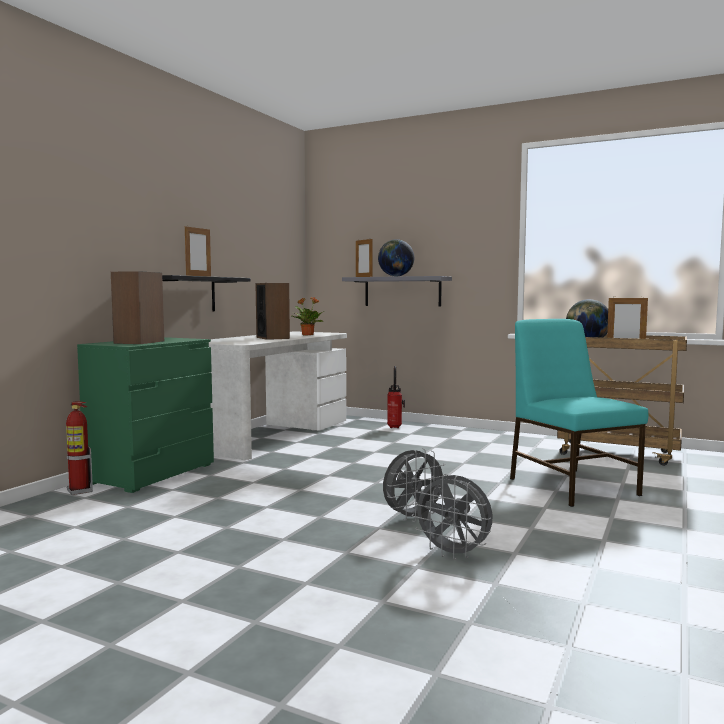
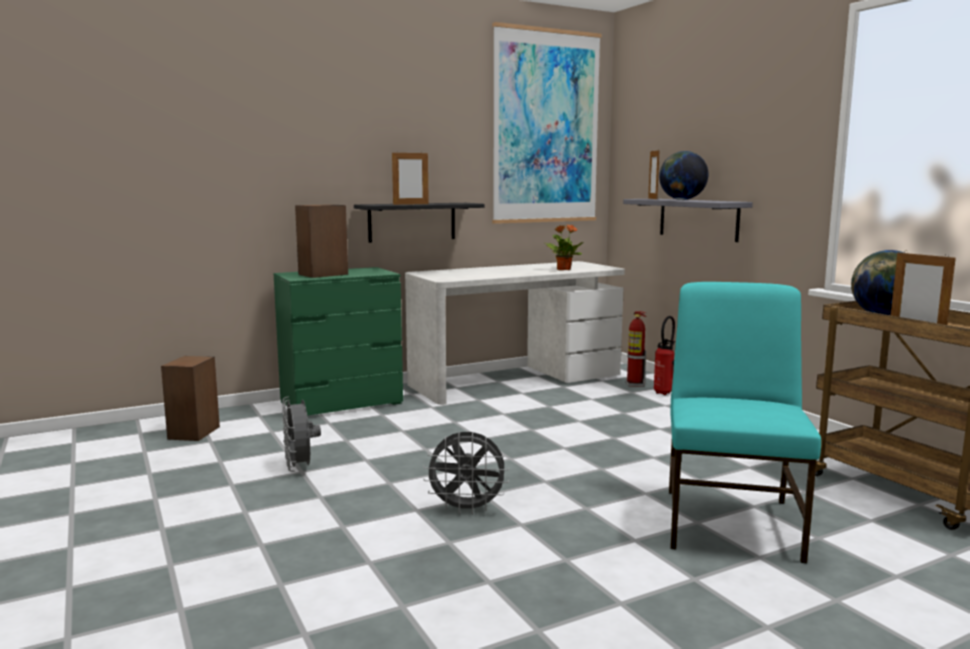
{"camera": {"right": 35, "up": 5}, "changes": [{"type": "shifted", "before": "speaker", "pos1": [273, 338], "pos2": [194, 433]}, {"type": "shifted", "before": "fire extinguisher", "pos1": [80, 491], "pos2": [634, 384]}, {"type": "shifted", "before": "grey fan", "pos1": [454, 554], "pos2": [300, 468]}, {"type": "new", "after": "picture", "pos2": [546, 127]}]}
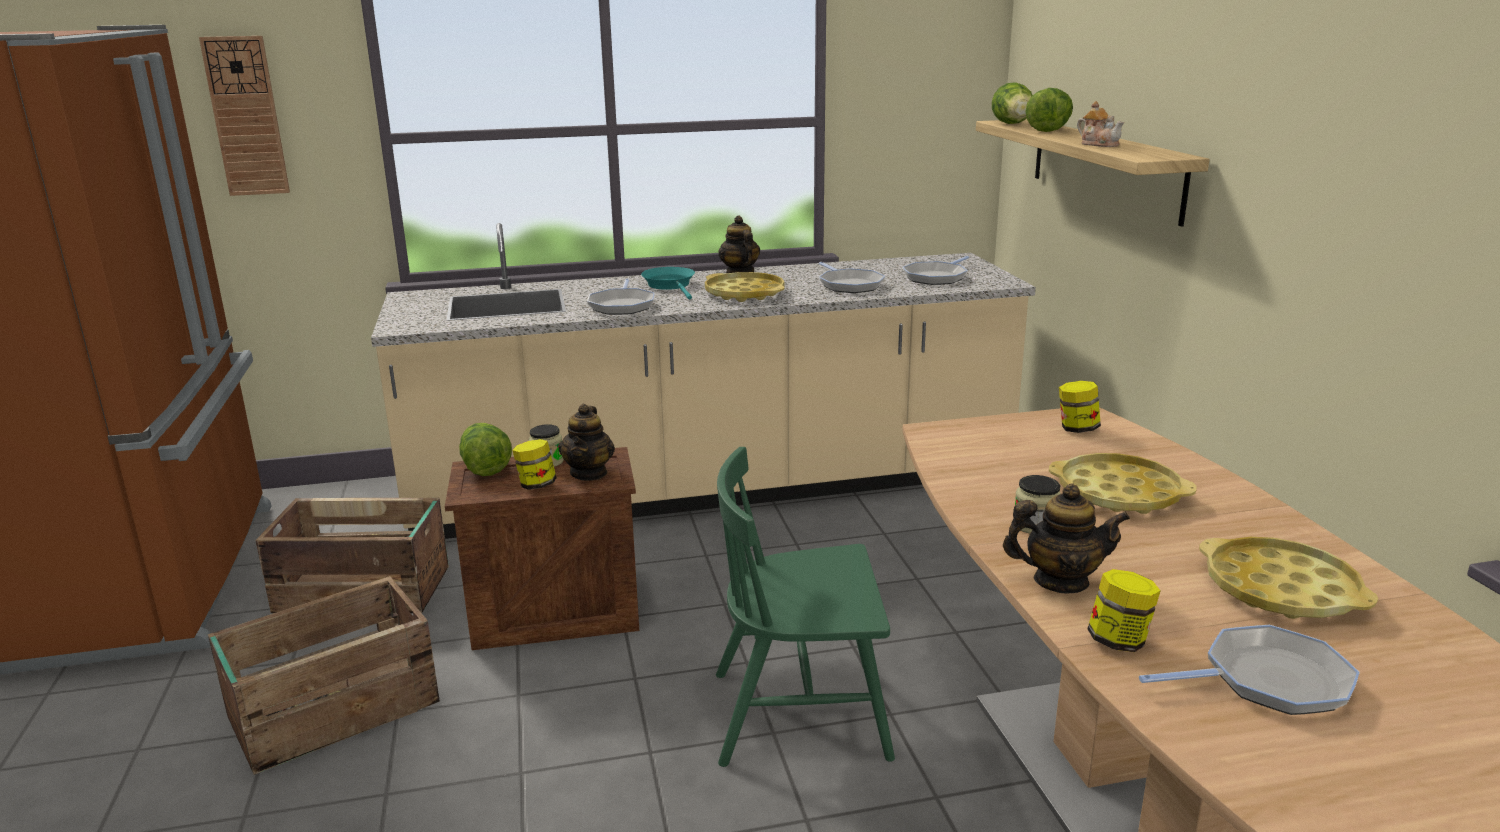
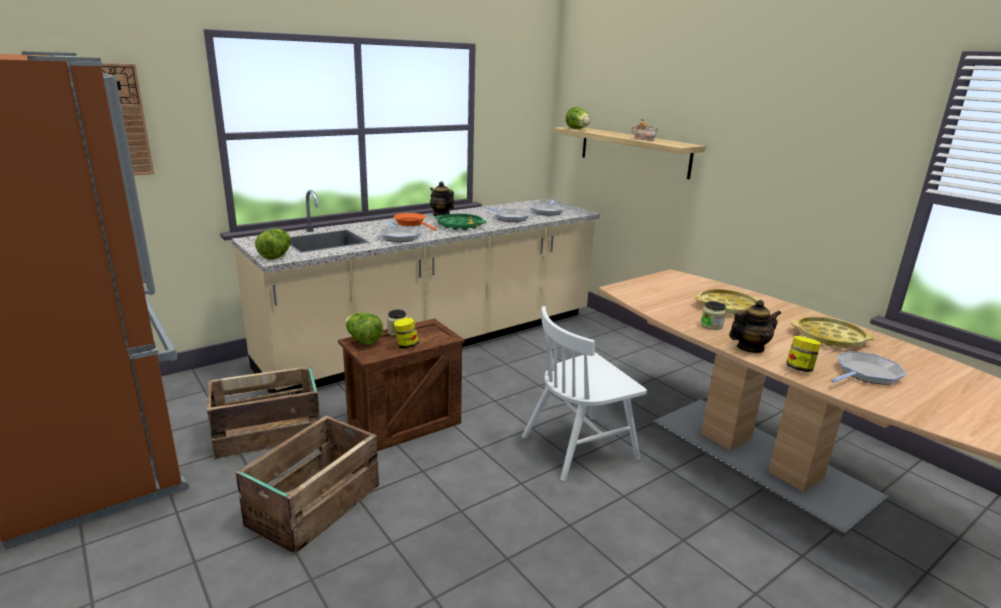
{"camera": {"right": -25, "up": 0}, "changes": [{"type": "shifted", "before": "lettuce", "pos1": [1049, 130], "pos2": [276, 256]}, {"type": "repainted", "before": "turquoise frying pan", "after": "orange frying pan", "pos1": [670, 285], "pos2": [412, 224]}, {"type": "repainted", "before": "yellow tray", "after": "green tray", "pos1": [744, 293], "pos2": [460, 225]}, {"type": "gone", "before": "jar", "pos1": [1077, 429]}, {"type": "gone", "before": "teapot", "pos1": [589, 473]}, {"type": "repainted", "before": "green chair", "after": "white chair", "pos1": [801, 714], "pos2": [579, 447]}]}
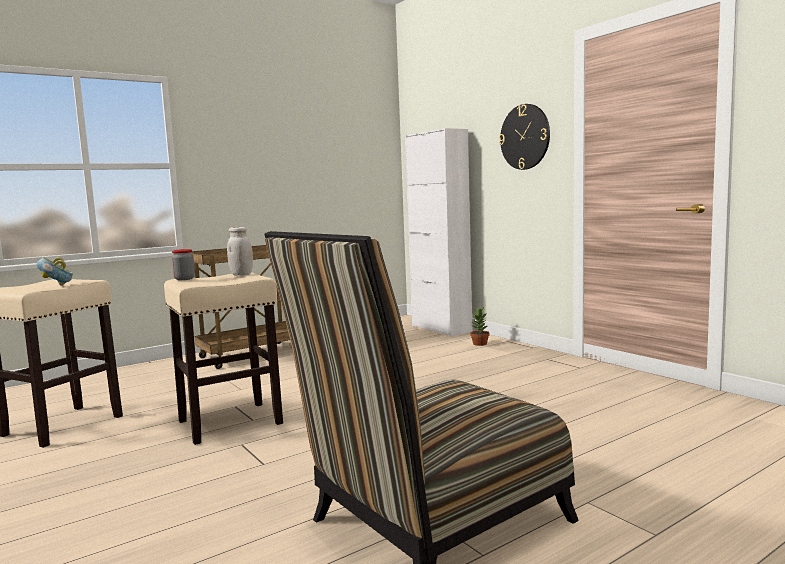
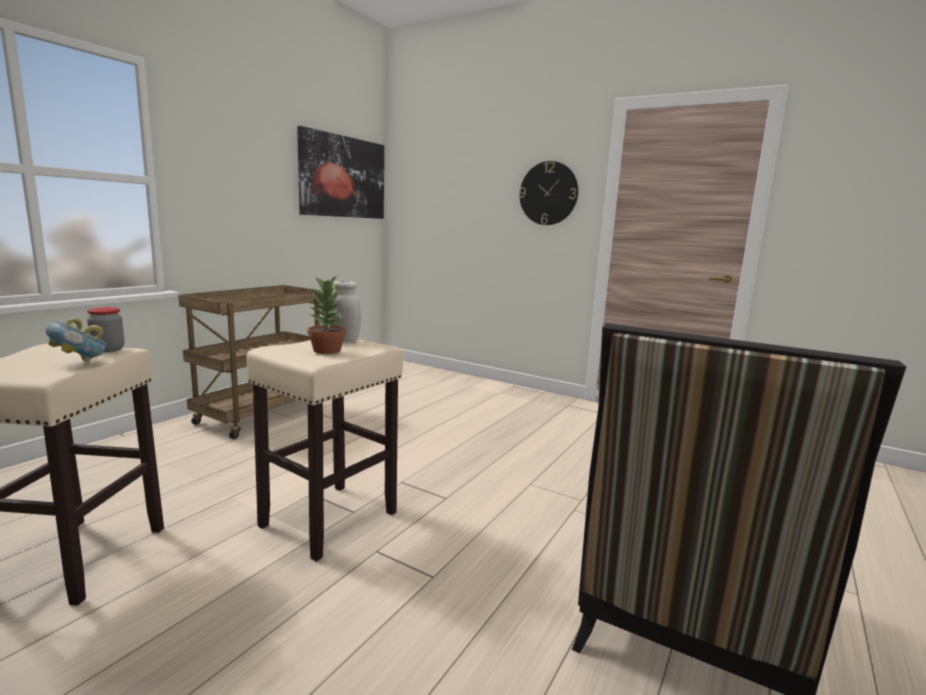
{"camera": {"right": -25, "up": 5}, "changes": [{"type": "gone", "before": "white cabinet", "pos1": [441, 329]}, {"type": "shifted", "before": "jar", "pos1": [184, 279], "pos2": [108, 349]}, {"type": "shifted", "before": "potted plant", "pos1": [480, 344], "pos2": [327, 351]}, {"type": "new", "after": "picture", "pos2": [343, 177]}]}
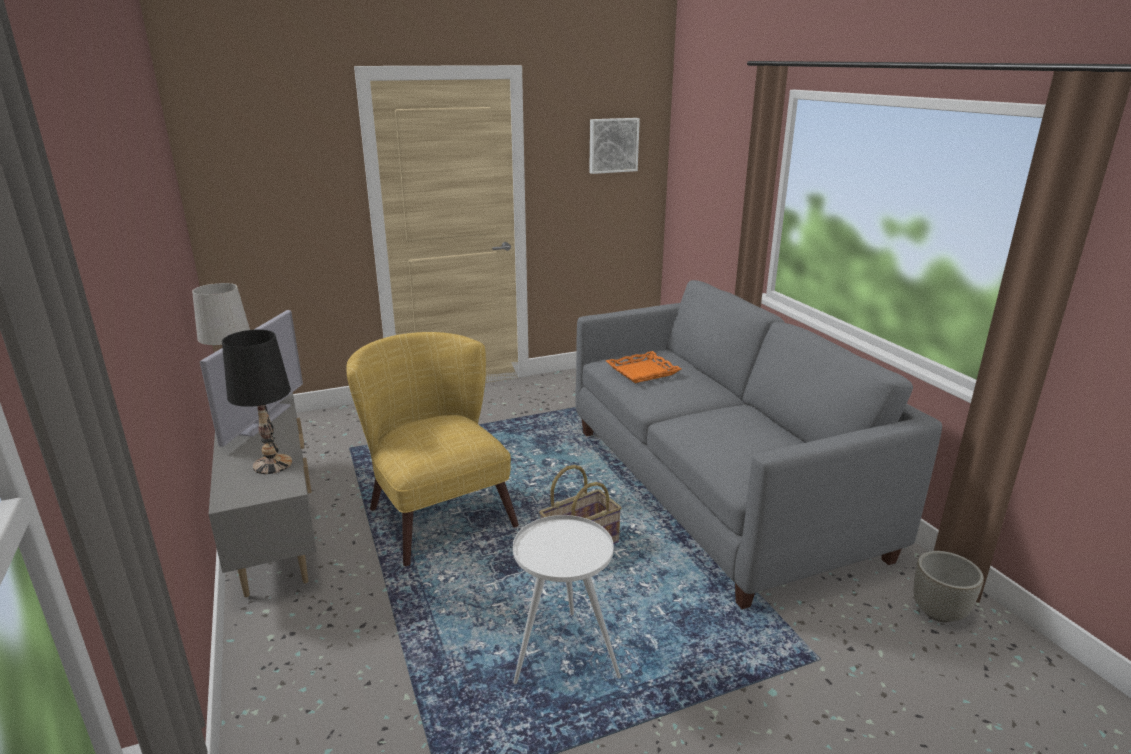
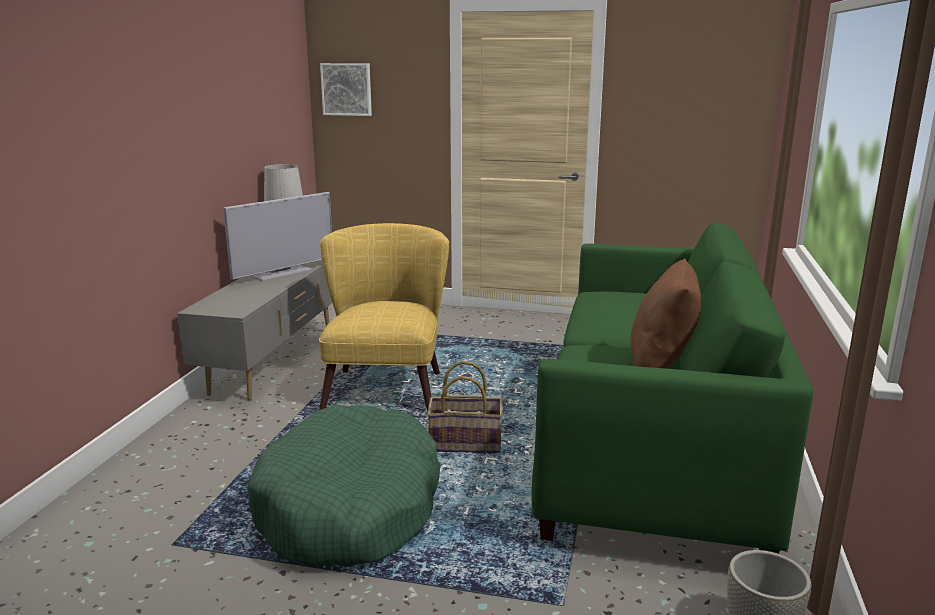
{"camera": {"right": 35, "up": -5}, "changes": [{"type": "shifted", "before": "picture", "pos1": [613, 145], "pos2": [347, 89]}, {"type": "repainted", "before": "grey sofa", "after": "green sofa", "pos1": [716, 489], "pos2": [653, 446]}, {"type": "gone", "before": "black table lamp", "pos1": [272, 464]}, {"type": "gone", "before": "orange tray", "pos1": [643, 372]}, {"type": "swapped", "before": "white side table", "after": "green dog bed", "pos1": [563, 657], "pos2": [349, 508]}, {"type": "new", "after": "brown pillow", "pos2": [661, 366]}]}
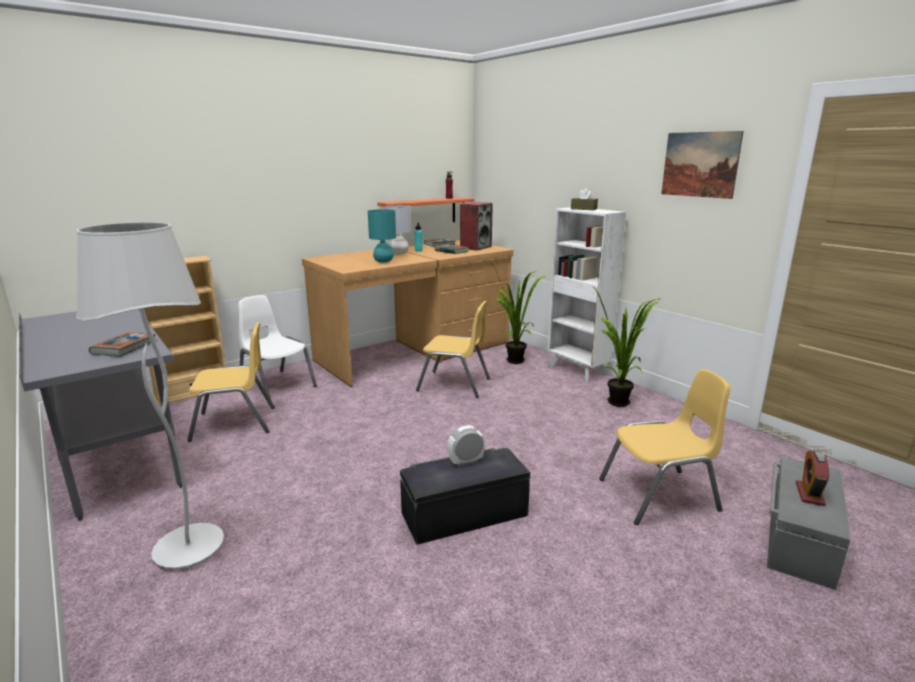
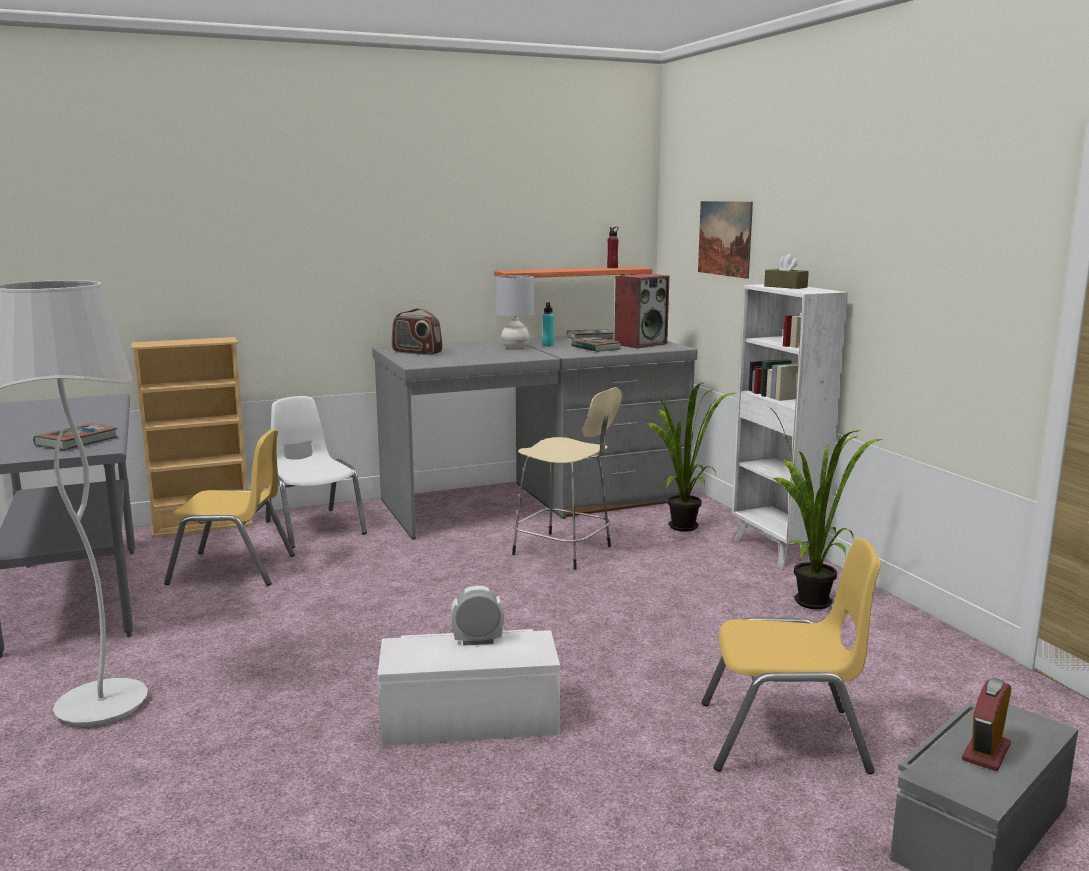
{"camera": {"right": 15, "up": -5}, "changes": [{"type": "shifted", "before": "picture", "pos1": [700, 164], "pos2": [724, 238]}, {"type": "gone", "before": "turquoise table lamp", "pos1": [383, 261]}, {"type": "repainted", "before": "brown desk", "after": "grey desk", "pos1": [415, 352], "pos2": [535, 501]}, {"type": "swapped", "before": "yellow chair", "after": "beige stool", "pos1": [454, 385], "pos2": [565, 551]}, {"type": "repainted", "before": "black storage box", "after": "white storage box", "pos1": [463, 513], "pos2": [469, 718]}, {"type": "new", "after": "radio", "pos2": [416, 352]}]}
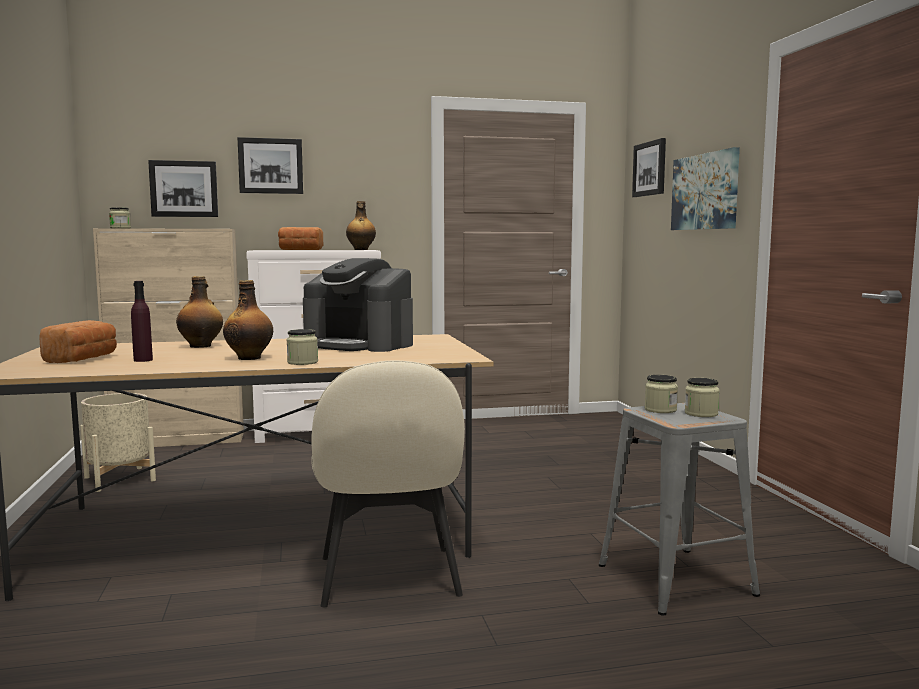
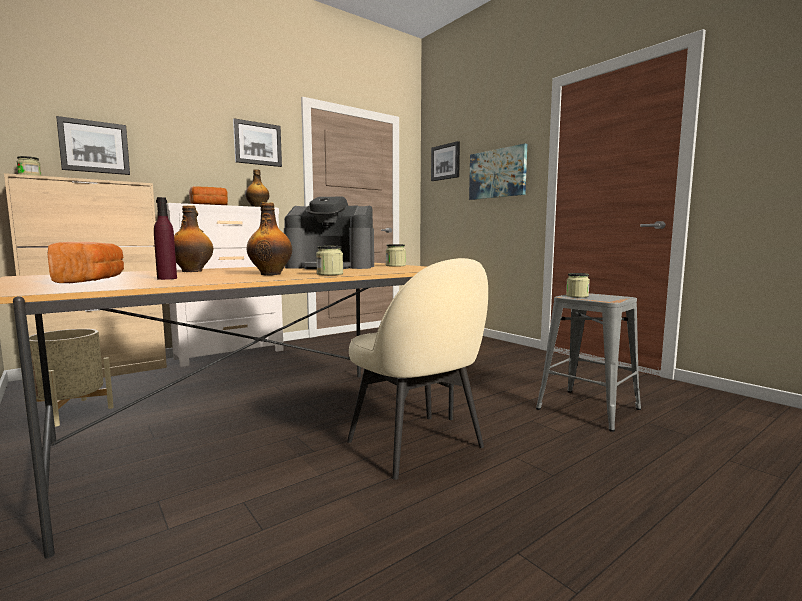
{"camera": {"right": -25, "up": 0}, "changes": [{"type": "shifted", "before": "picture", "pos1": [270, 166], "pos2": [257, 143]}, {"type": "shifted", "before": "jar", "pos1": [701, 413], "pos2": [395, 265]}]}
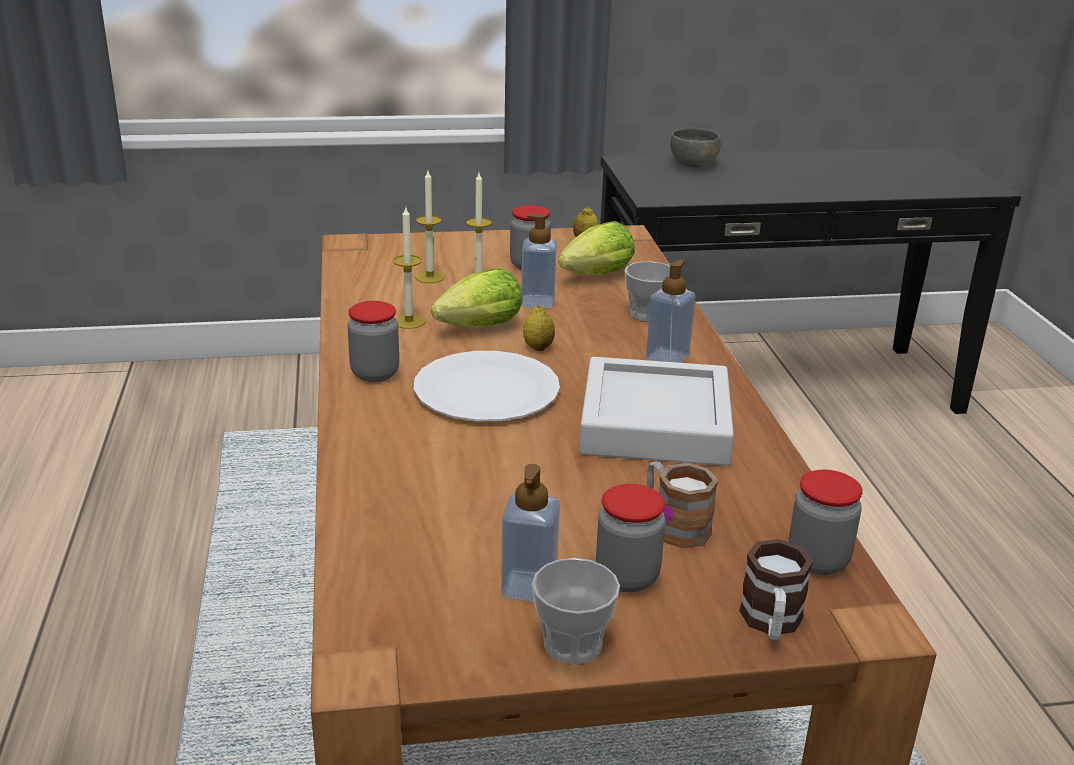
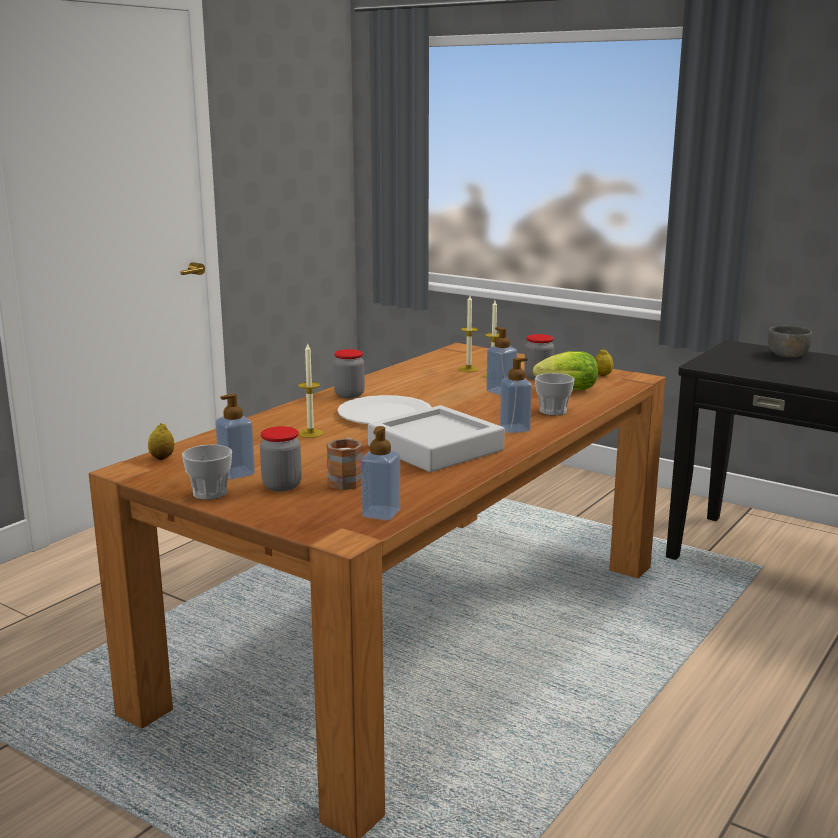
{"camera": {"right": 45, "up": -10}, "changes": [{"type": "shifted", "before": "candle", "pos1": [409, 321], "pos2": [310, 433]}, {"type": "gone", "before": "lettuce", "pos1": [475, 329]}, {"type": "shifted", "before": "lemon", "pos1": [538, 347], "pos2": [162, 458]}, {"type": "swapped", "before": "jar", "after": "soap dispenser", "pos1": [817, 560], "pos2": [381, 513]}, {"type": "gone", "before": "mug", "pos1": [771, 624]}]}
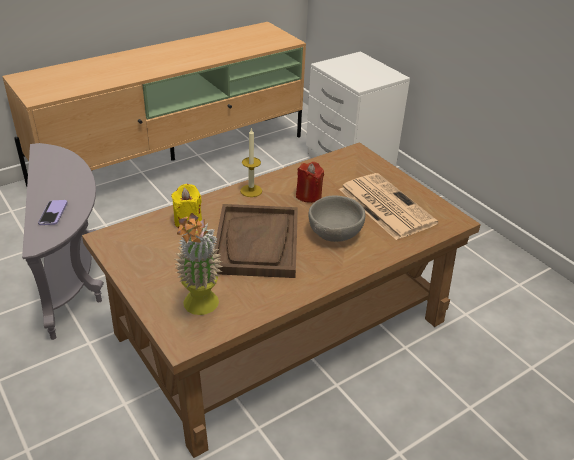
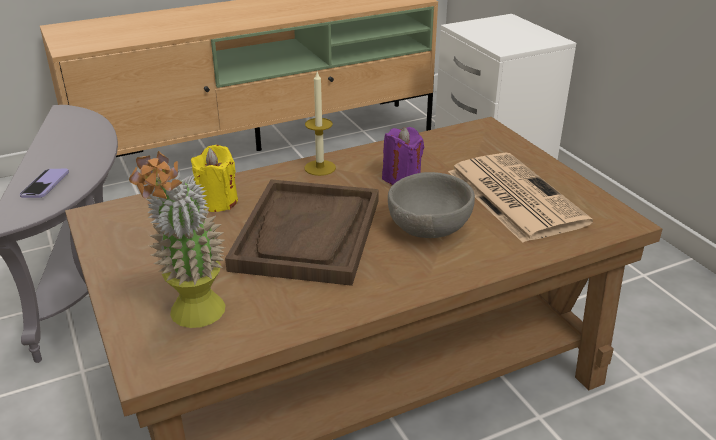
{"camera": {"right": 10, "up": -5}, "changes": [{"type": "repainted", "before": "red candle", "after": "purple candle", "pos1": [308, 195], "pos2": [401, 177]}]}
